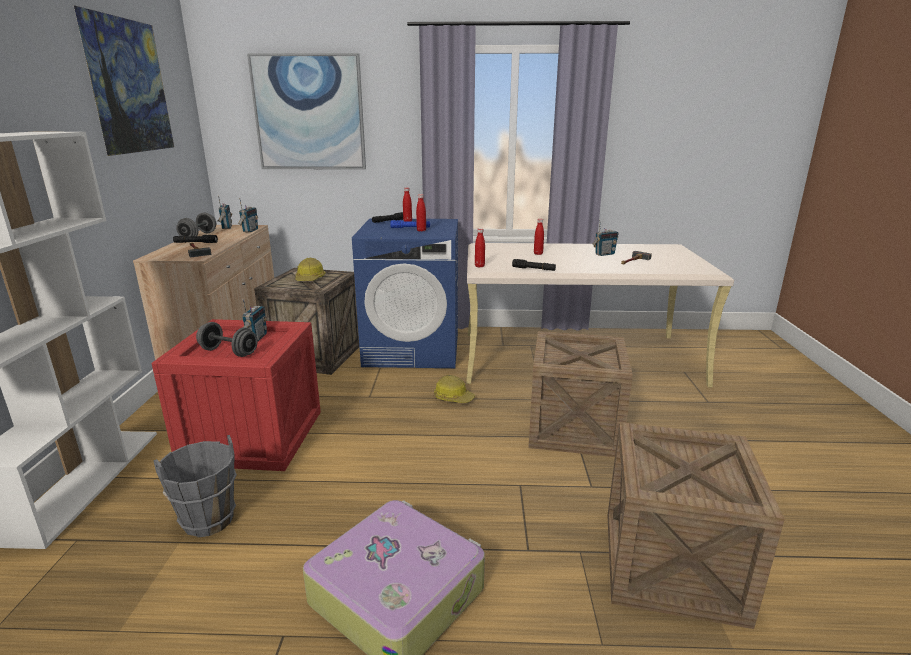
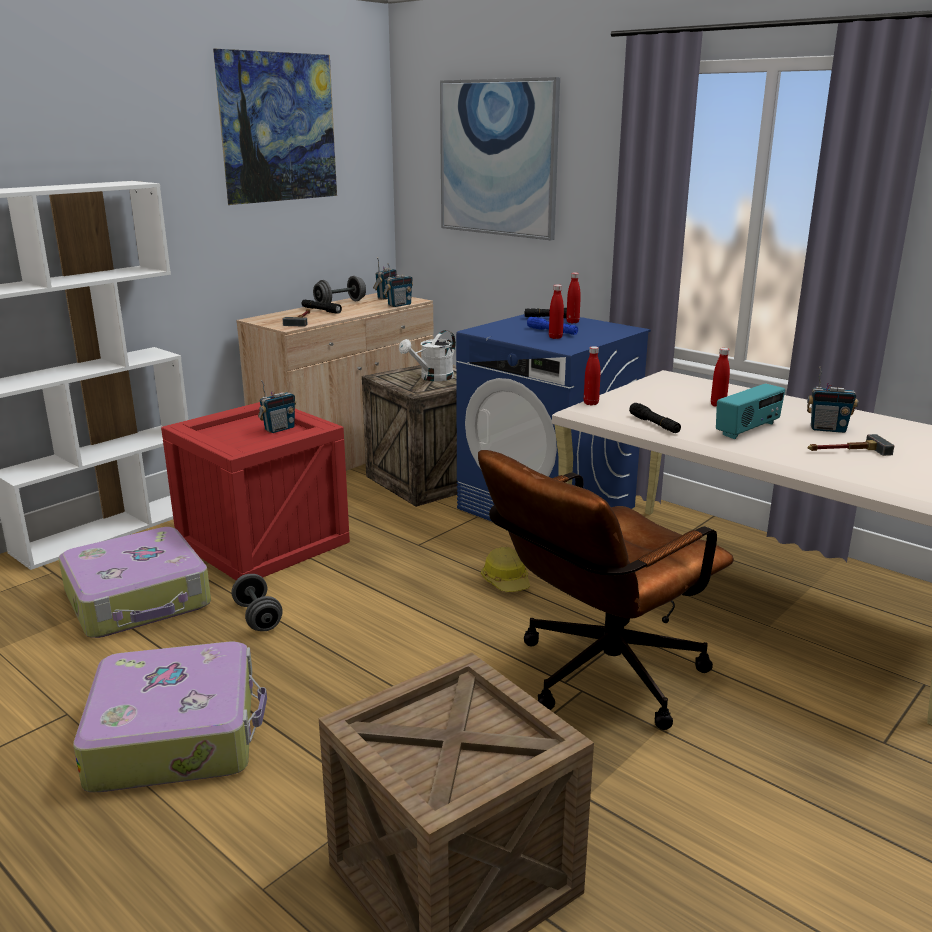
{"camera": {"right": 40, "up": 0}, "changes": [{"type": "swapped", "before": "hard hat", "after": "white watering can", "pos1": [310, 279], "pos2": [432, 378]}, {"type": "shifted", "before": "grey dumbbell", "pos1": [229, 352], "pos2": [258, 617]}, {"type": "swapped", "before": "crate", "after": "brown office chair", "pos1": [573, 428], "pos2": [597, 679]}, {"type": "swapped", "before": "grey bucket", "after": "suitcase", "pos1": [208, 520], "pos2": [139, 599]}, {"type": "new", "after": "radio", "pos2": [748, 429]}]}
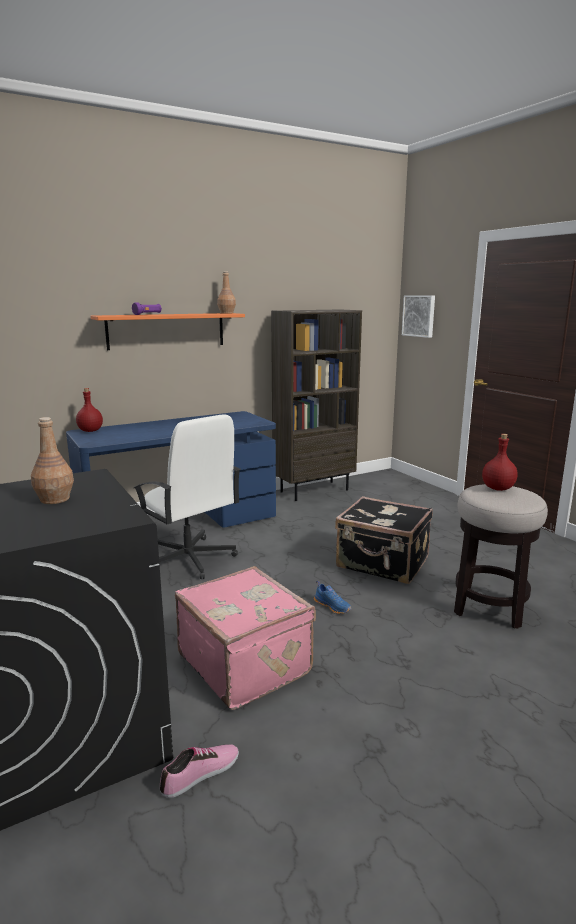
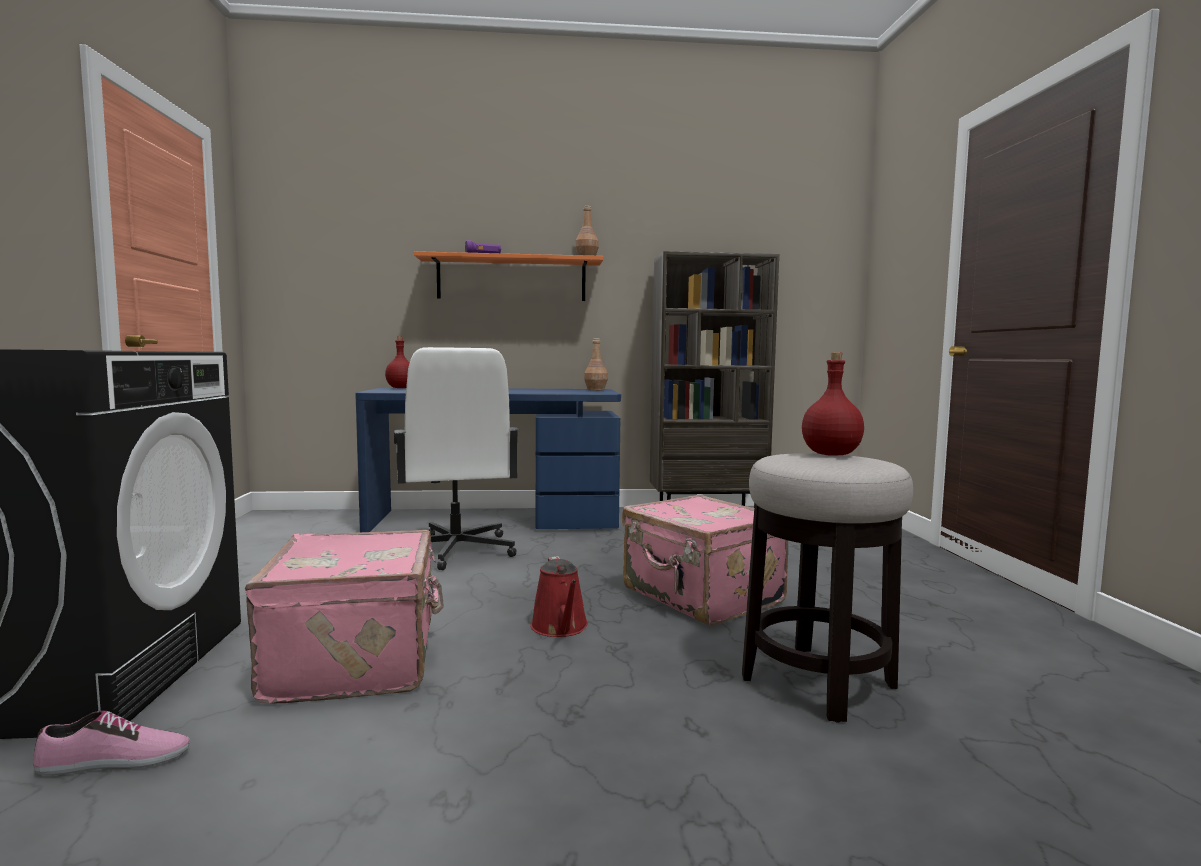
{"camera": {"right": 25, "up": -10}, "changes": [{"type": "gone", "before": "picture", "pos1": [419, 316]}, {"type": "shifted", "before": "brown bottle", "pos1": [55, 499], "pos2": [596, 390]}, {"type": "repainted", "before": "black suitcase", "after": "pink suitcase", "pos1": [382, 564], "pos2": [701, 597]}, {"type": "swapped", "before": "blue shoe", "after": "red watering can", "pos1": [333, 606], "pos2": [560, 628]}]}
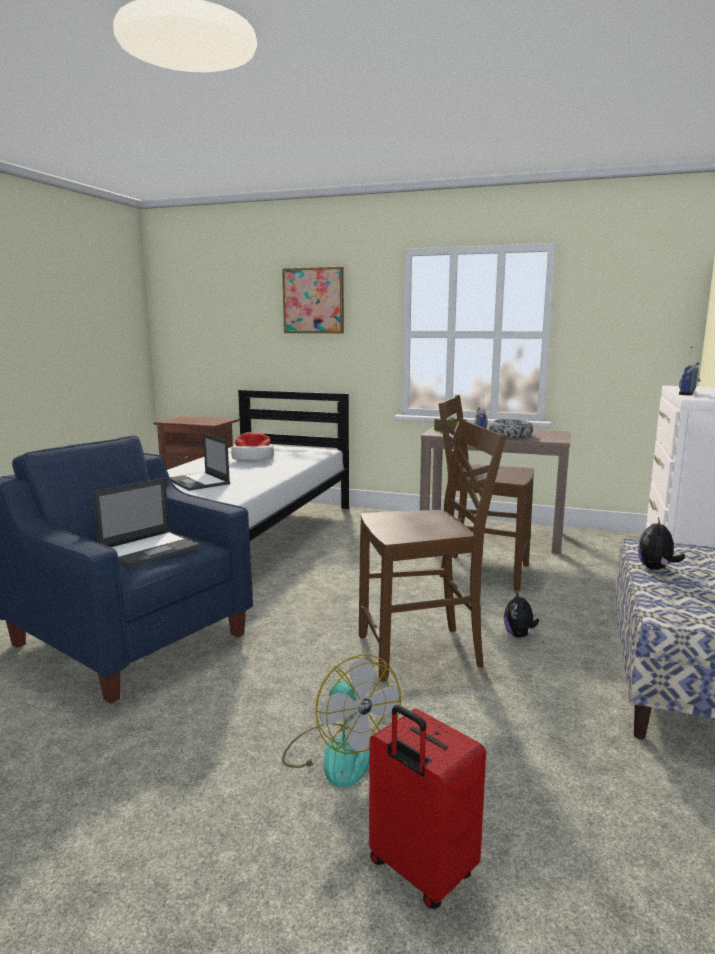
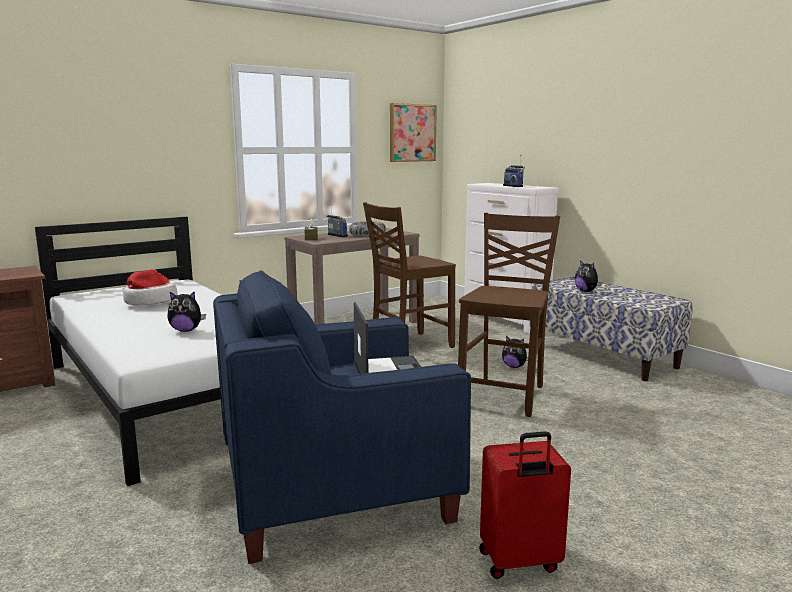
{"camera": {"right": -55, "up": 0}, "changes": [{"type": "shifted", "before": "picture", "pos1": [313, 300], "pos2": [412, 133]}, {"type": "swapped", "before": "laptop", "after": "plush toy", "pos1": [199, 482], "pos2": [186, 330]}, {"type": "gone", "before": "fan", "pos1": [338, 753]}, {"type": "shifted", "before": "red suitcase", "pos1": [420, 871], "pos2": [519, 562]}]}
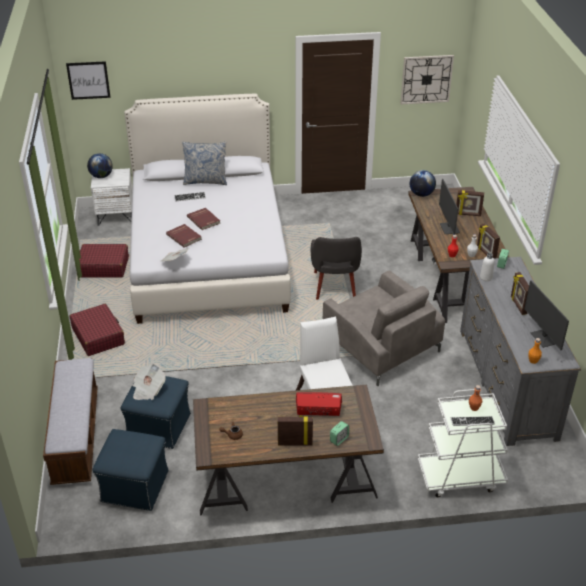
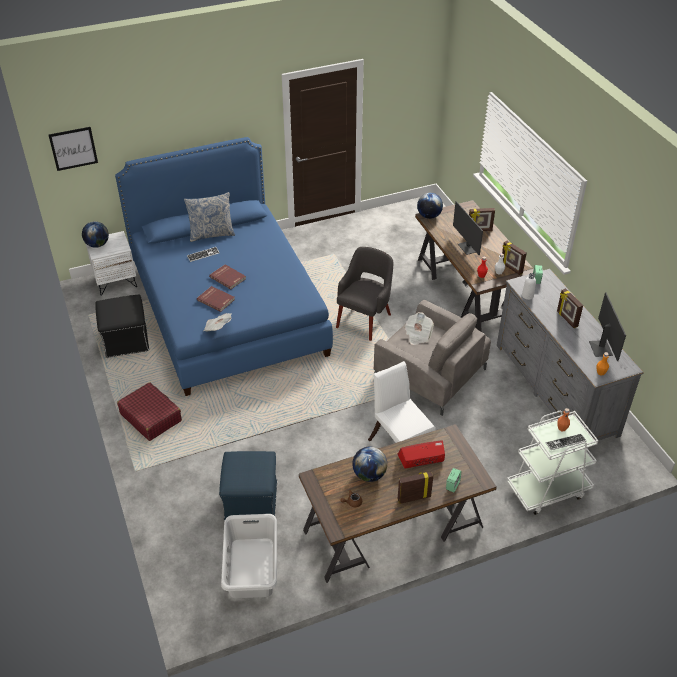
{"camera": {"right": -15, "up": 5}, "changes": [{"type": "gone", "before": "wall clock", "pos1": [426, 79]}, {"type": "repainted", "before": "white bed", "after": "blue bed", "pos1": [207, 255], "pos2": [227, 309]}, {"type": "rotated", "before": "grey armchair", "pos1": [335, 286], "pos2": [364, 320], "turn": -135}, {"type": "swapped", "before": "red suitcase", "after": "black ottoman", "pos1": [103, 267], "pos2": [125, 341]}, {"type": "rotated", "before": "monitor", "pos1": [544, 338], "pos2": [601, 348], "turn": -150}, {"type": "gone", "before": "bench", "pos1": [76, 436]}, {"type": "shifted", "before": "newspaper", "pos1": [148, 389], "pos2": [418, 335]}, {"type": "swapped", "before": "blue ottoman", "after": "grey laundry basket", "pos1": [134, 486], "pos2": [251, 568]}, {"type": "new", "after": "globe", "pos2": [369, 475]}]}
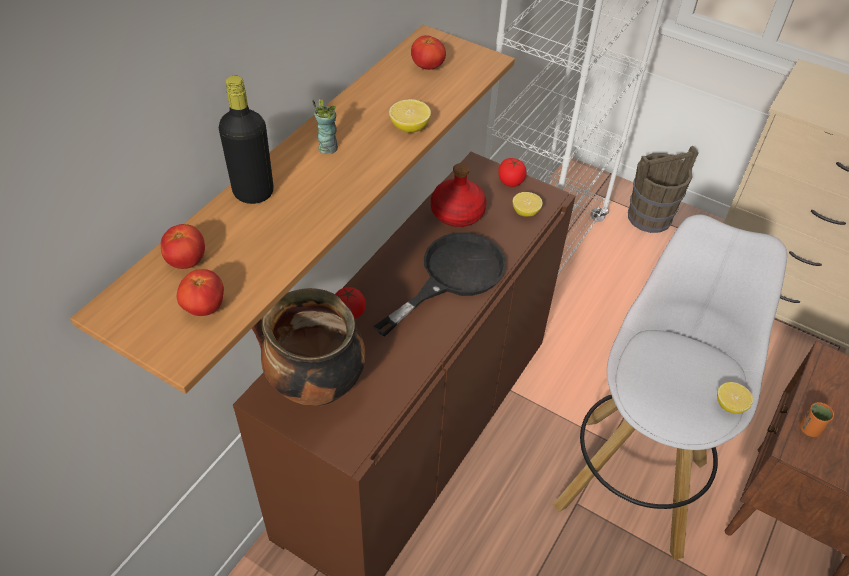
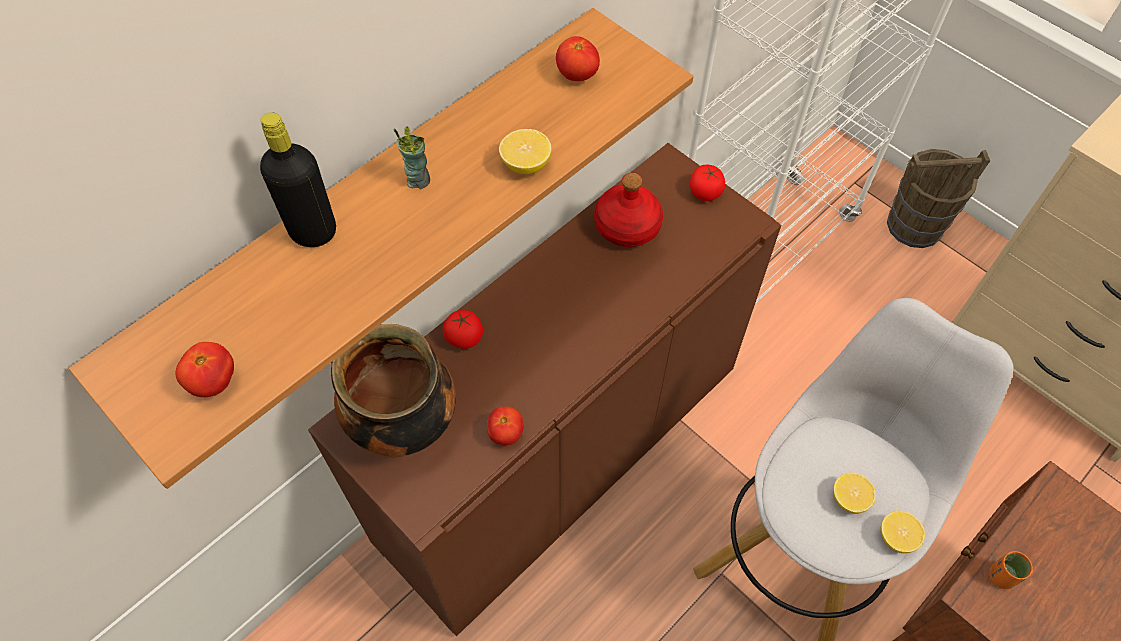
{"camera": {"right": 15, "up": 10}, "changes": [{"type": "shifted", "before": "lemon", "pos1": [525, 212], "pos2": [849, 499]}, {"type": "shifted", "before": "tomato", "pos1": [186, 261], "pos2": [506, 433]}, {"type": "gone", "before": "black frying pan", "pos1": [452, 276]}]}
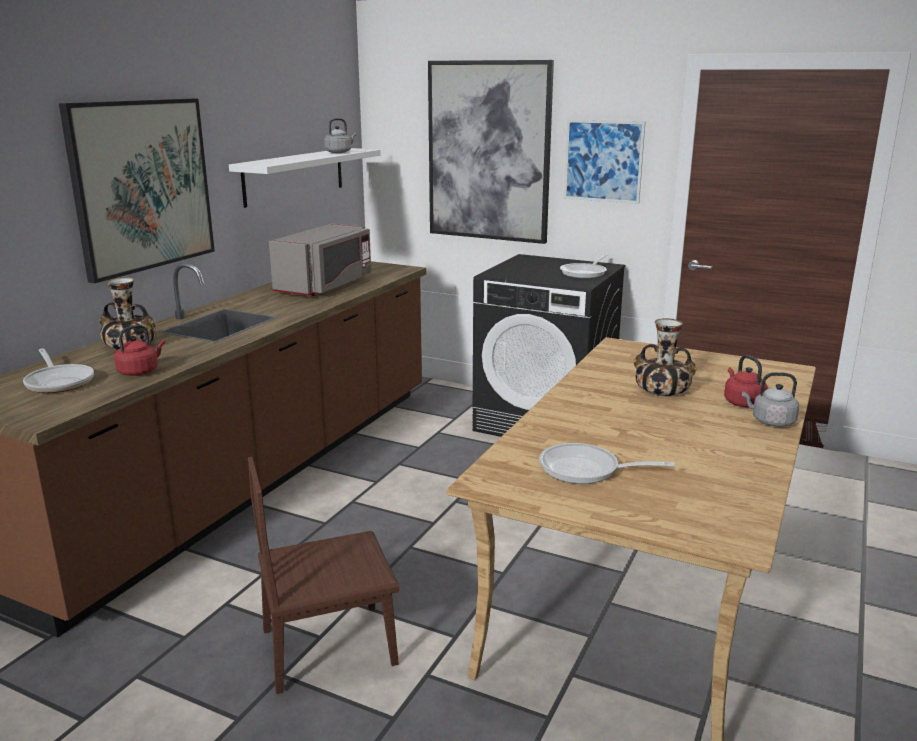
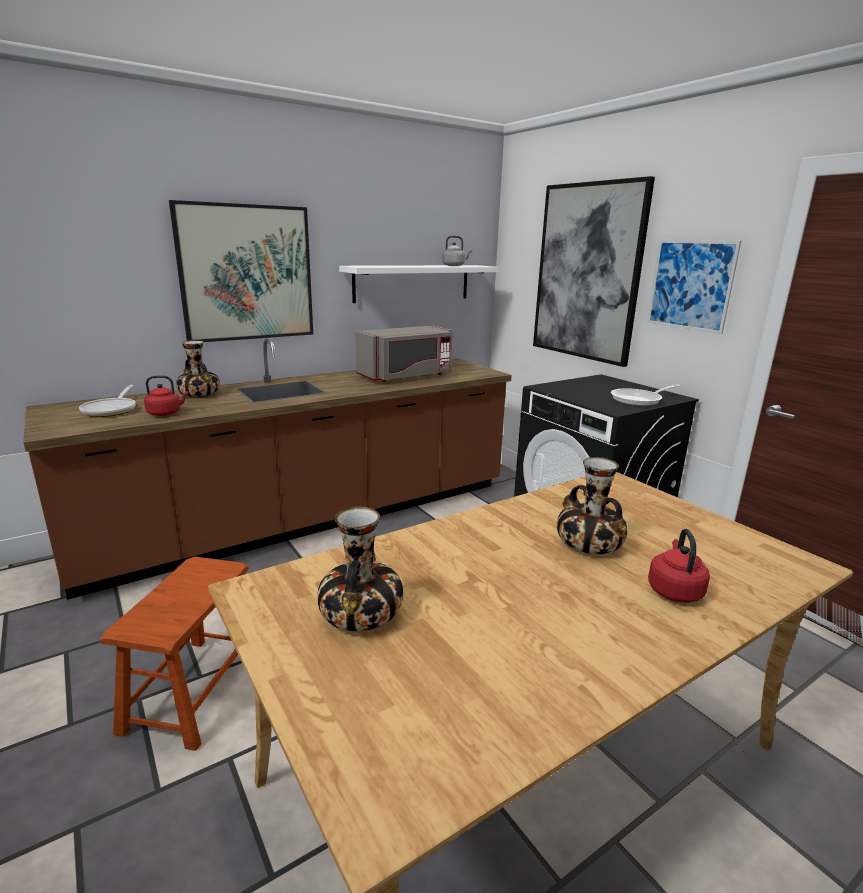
{"camera": {"right": 30, "up": 0}, "changes": [{"type": "gone", "before": "grey kettle", "pos1": [770, 422]}, {"type": "swapped", "before": "frying pan", "after": "vase", "pos1": [586, 470], "pos2": [360, 615]}, {"type": "swapped", "before": "brown chair", "after": "brown stool", "pos1": [329, 647], "pos2": [195, 689]}]}
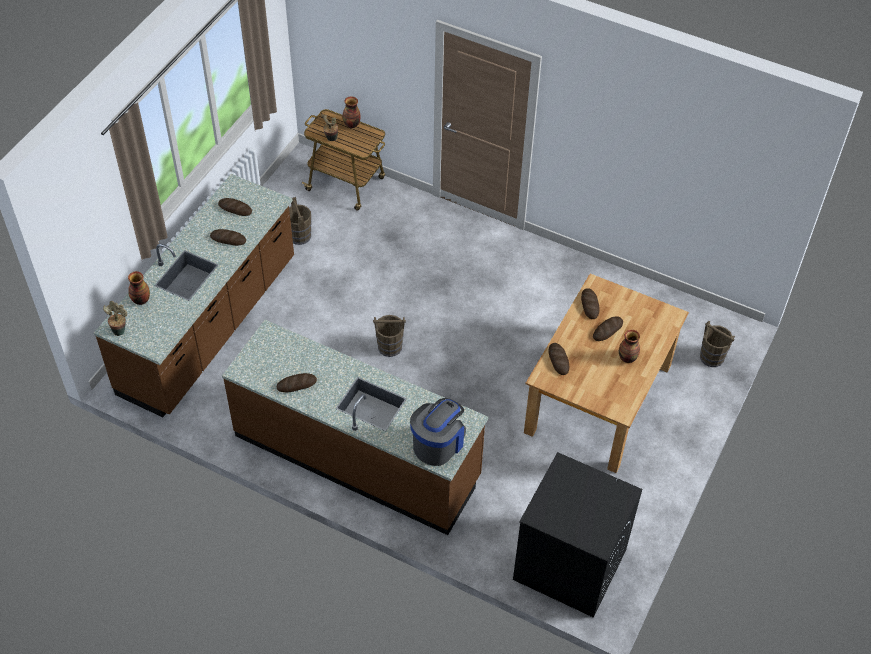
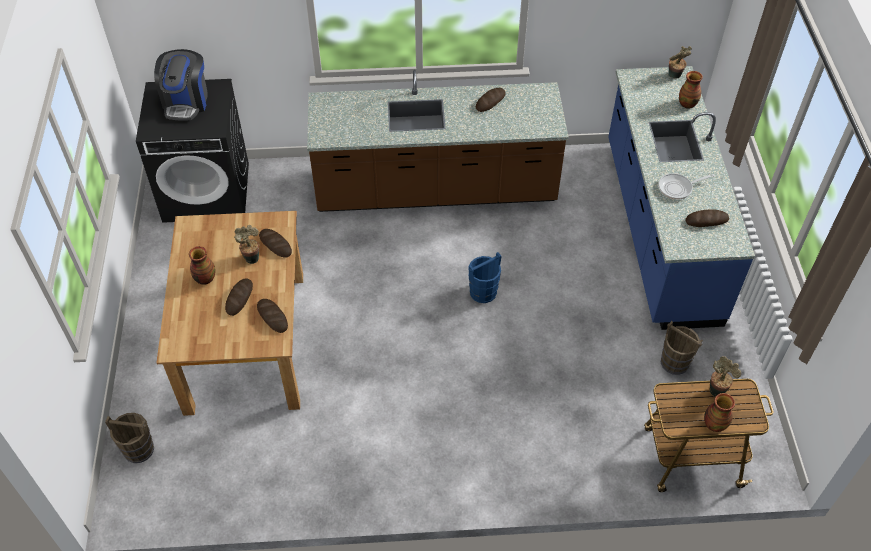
{"camera": {"right": 150, "up": 0}, "changes": [{"type": "repainted", "before": "brown counter", "after": "blue counter", "pos1": [210, 326], "pos2": [659, 229]}, {"type": "swapped", "before": "bread", "after": "frying pan", "pos1": [228, 239], "pos2": [678, 188]}, {"type": "repainted", "before": "brown bucket", "after": "blue bucket", "pos1": [389, 347], "pos2": [483, 292]}, {"type": "shifted", "before": "coffee machine", "pos1": [438, 443], "pos2": [186, 102]}, {"type": "new", "after": "potted plant", "pos2": [251, 257]}]}
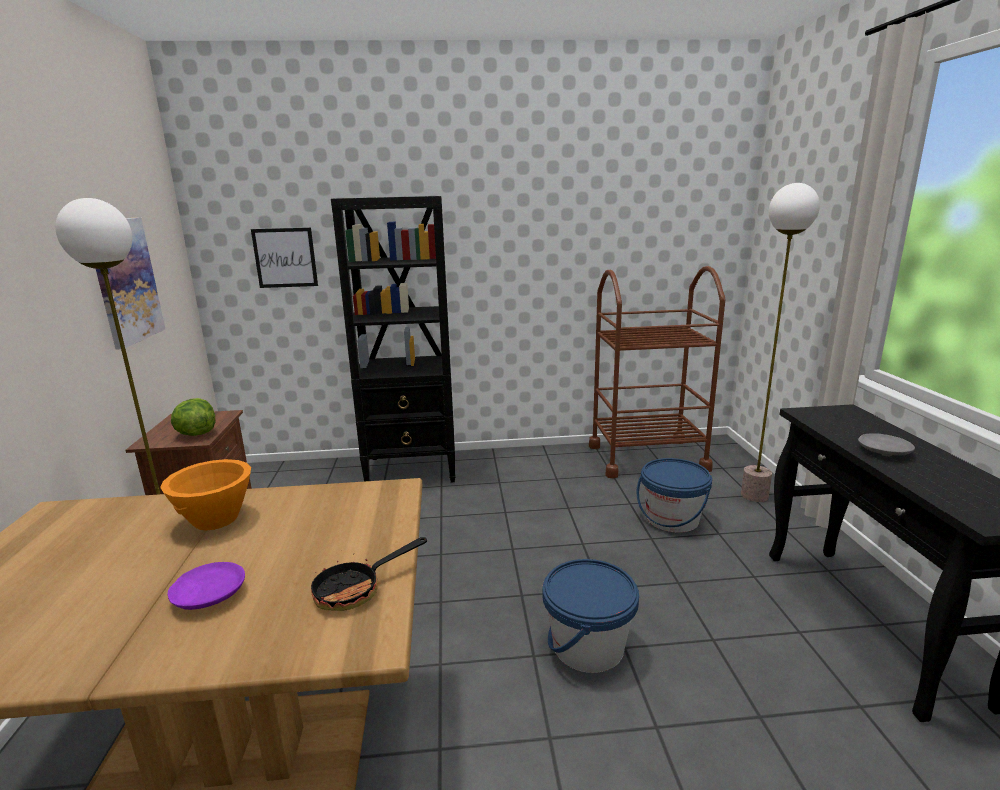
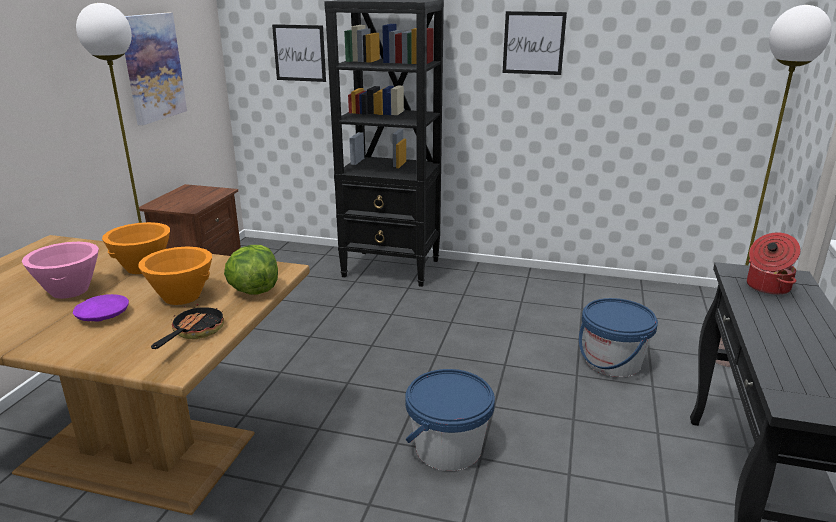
{"camera": {"right": 20, "up": 5}, "changes": [{"type": "gone", "before": "brown cart", "pos1": [647, 458]}, {"type": "shifted", "before": "lettuce", "pos1": [196, 434], "pos2": [254, 290]}, {"type": "gone", "before": "grey plate", "pos1": [883, 451]}, {"type": "rotated", "before": "frying pan", "pos1": [357, 589], "pos2": [194, 333], "turn": 120}, {"type": "new", "after": "picture", "pos2": [533, 43]}, {"type": "new", "after": "cooking pot", "pos2": [766, 287]}, {"type": "new", "after": "pink bowl", "pos2": [70, 290]}, {"type": "new", "after": "orange bowl", "pos2": [181, 297]}]}
